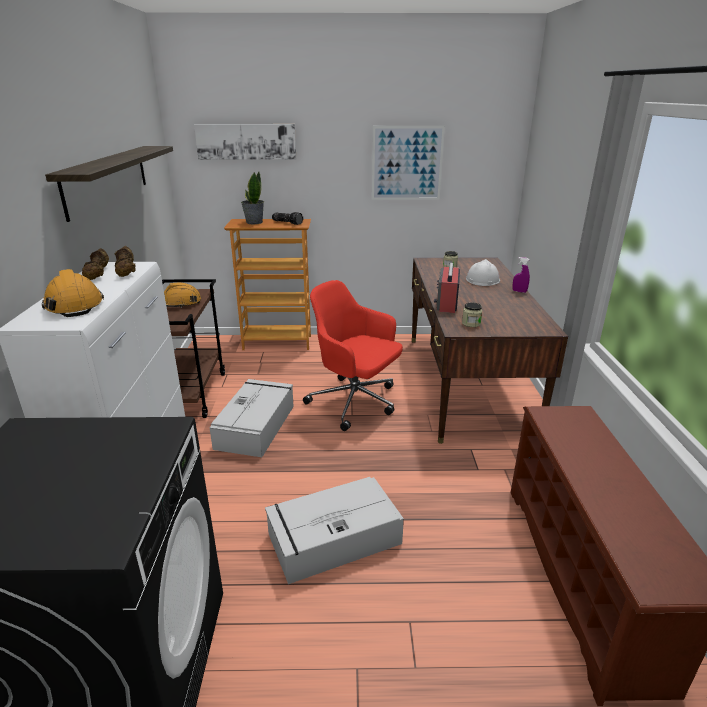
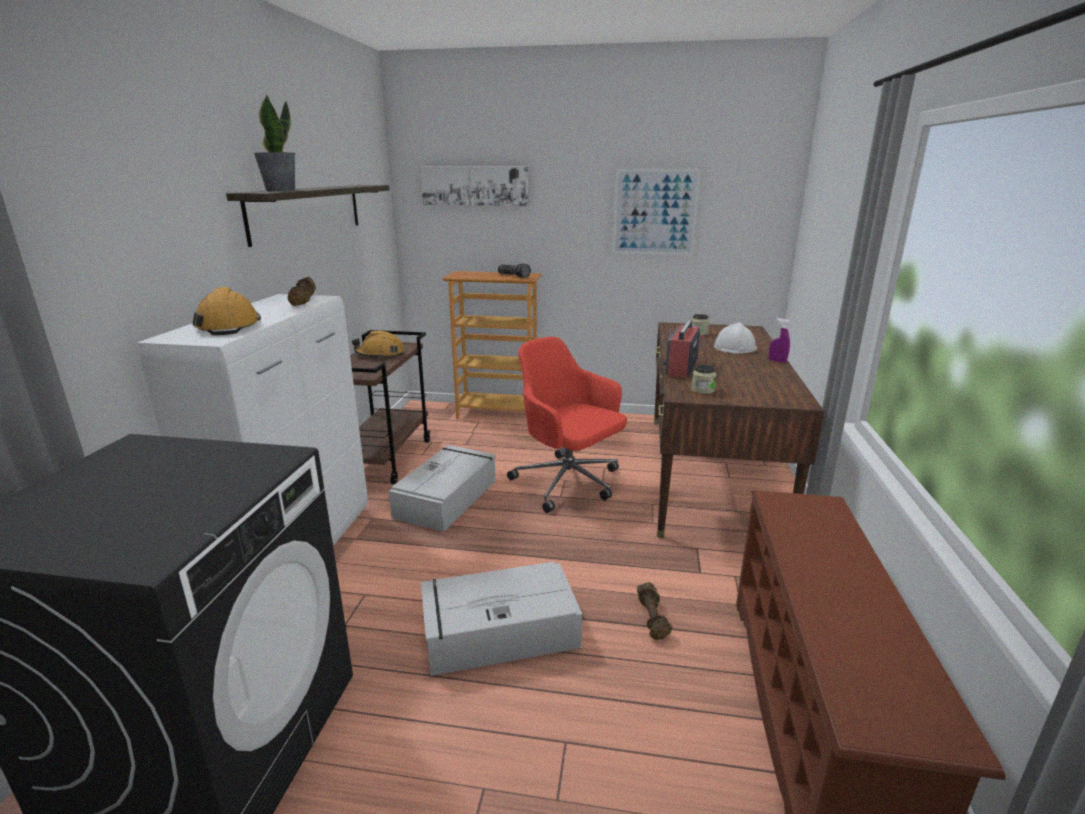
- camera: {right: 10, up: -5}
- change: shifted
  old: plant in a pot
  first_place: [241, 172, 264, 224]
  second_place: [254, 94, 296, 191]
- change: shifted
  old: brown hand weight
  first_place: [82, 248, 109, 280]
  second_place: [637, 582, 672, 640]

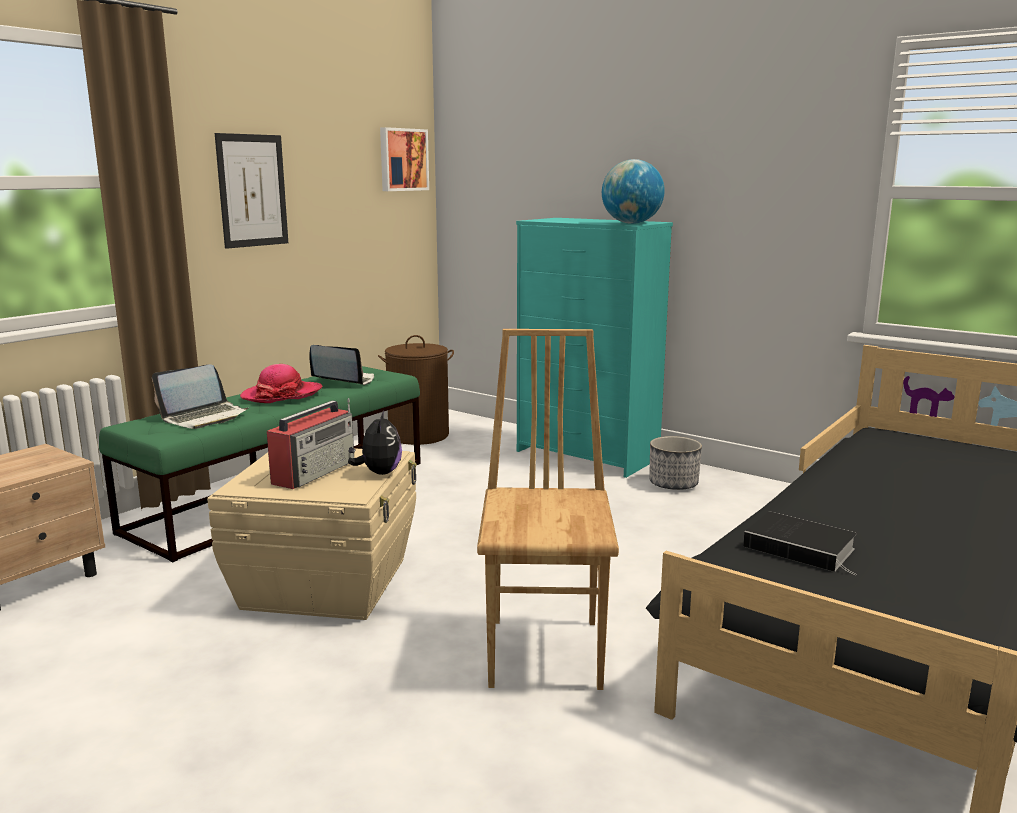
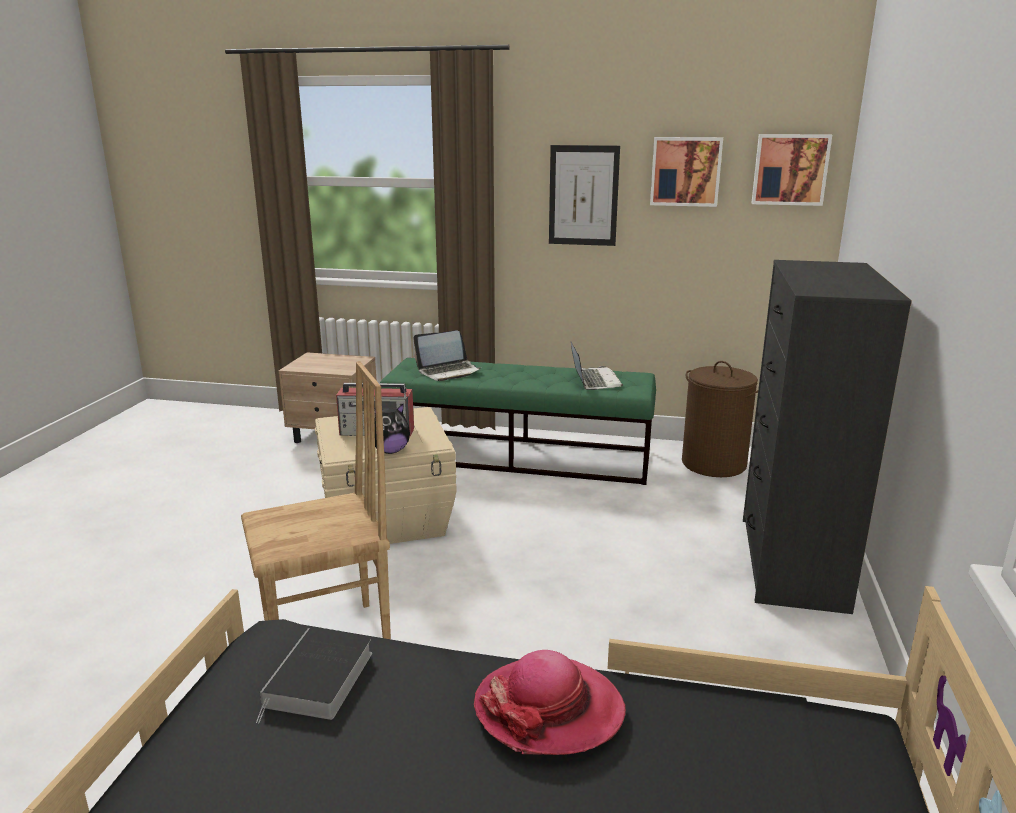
- camera: {right: 65, up: 5}
- change: gone
  old: desk globe
  first_place: [602, 159, 665, 224]
- change: repainted
  old: blue-green dresser
  new: black-coloured dresser
  first_place: [516, 218, 673, 478]
  second_place: [743, 260, 912, 614]
- change: rotated
  old: portable computer
  first_place: [152, 364, 248, 429]
  second_place: [414, 330, 481, 381]
  degrees: -45
- change: shifted
  old: wearable hat
  first_place: [240, 364, 323, 403]
  second_place: [474, 650, 626, 755]
- change: gone
  old: planter
  first_place: [649, 436, 702, 490]
- change: new
  new: wall picture
  second_place: [650, 137, 723, 207]

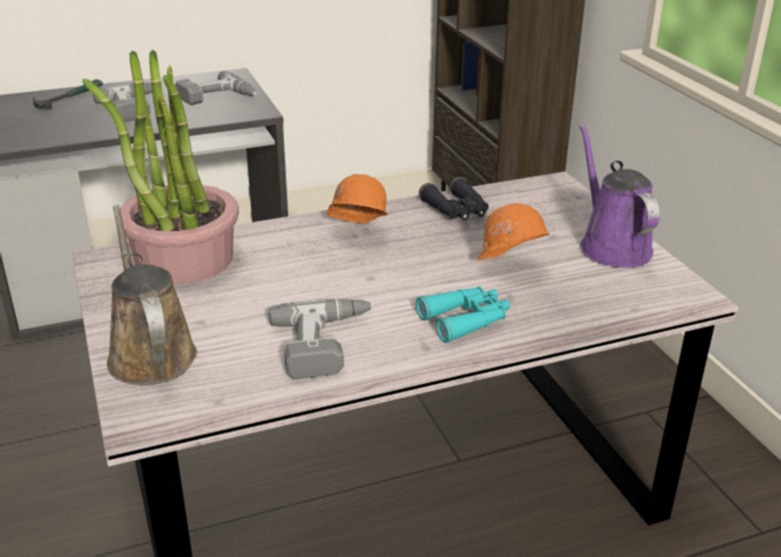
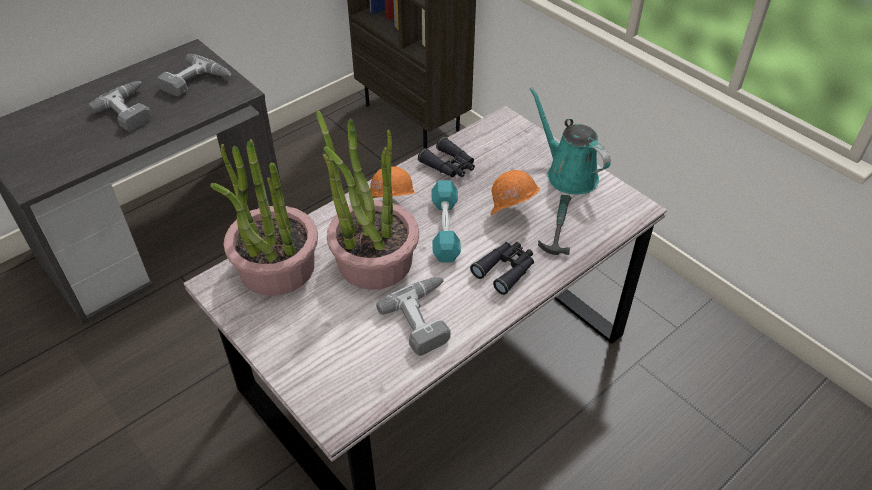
- camera: {right: -20, up: 15}
- change: shifted
  old: hand hammer
  first_place: [33, 79, 103, 110]
  second_place: [538, 195, 572, 255]
- change: repainted
  old: purple-coloured watering can
  new: blue-green watering can
  first_place: [580, 124, 660, 268]
  second_place: [530, 87, 611, 195]
- change: gone
  old: brown watering can
  first_place: [107, 205, 197, 385]
- change: repainted
  old: blue-green binoculars
  new: black-coloured binoculars
  first_place: [416, 286, 510, 343]
  second_place: [470, 242, 534, 295]
- change: new
  new: plant in a pot
  second_place: [316, 110, 419, 290]
- change: new
  new: blue-green hand weight
  second_place: [431, 180, 461, 263]

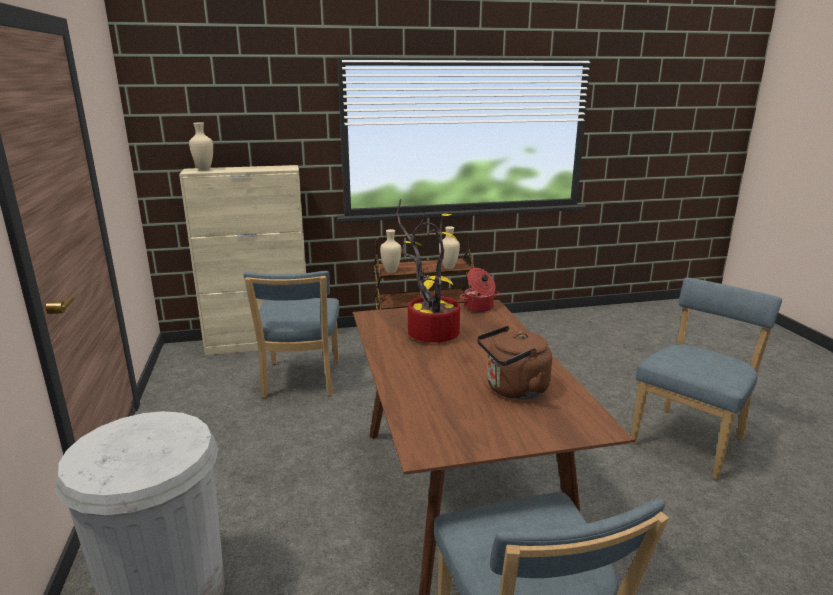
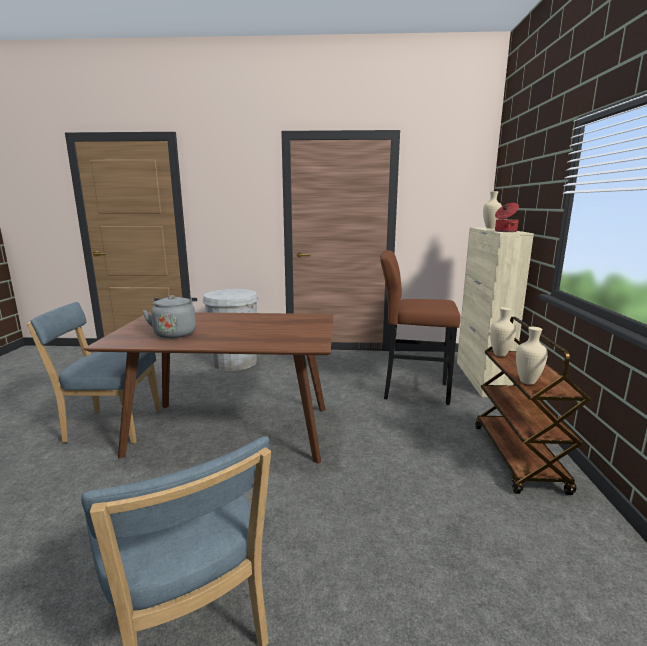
- camera: {right: 105, up: -5}
- change: gone
  old: plant in a pot
  first_place: [396, 199, 460, 343]
- change: shifted
  old: cooking pot
  first_place: [460, 268, 499, 312]
  second_place: [495, 203, 519, 232]
- change: swapped
  old: blue upright chair
  new: brown stool seat
  first_place: [243, 271, 339, 398]
  second_place: [380, 250, 461, 405]
- change: repainted
  old: brown water kettle
  new: gray water kettle
  first_place: [477, 326, 552, 400]
  second_place: [142, 295, 197, 338]

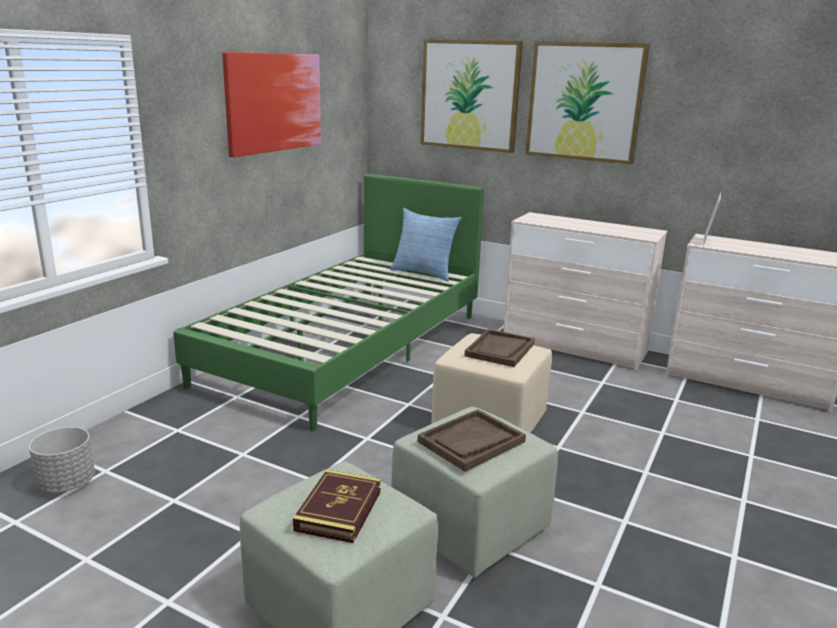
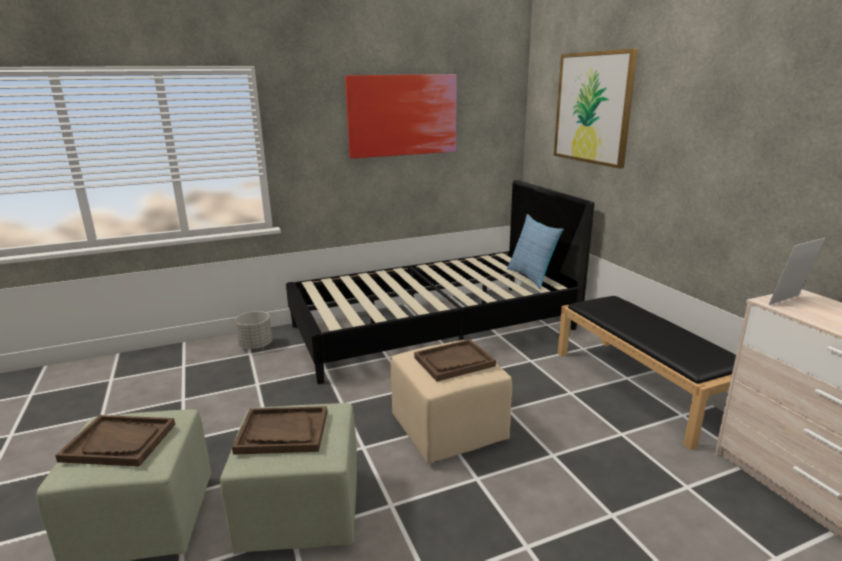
- camera: {right: 40, up: 0}
- change: gone
  old: wall picture
  first_place: [525, 41, 650, 165]
- change: repainted
  old: green-coloured bedroom bed
  new: black-coloured bedroom bed
  first_place: [173, 173, 484, 431]
  second_place: [286, 180, 594, 384]
- change: swapped
  old: beige-coloured dresser
  new: black-coloured long seat
  first_place: [503, 212, 667, 370]
  second_place: [558, 296, 736, 450]
- change: shifted
  old: gray planter
  first_place: [29, 427, 95, 493]
  second_place: [235, 311, 272, 349]
- change: swapped
  old: book
  new: brown tray
  first_place: [293, 470, 381, 543]
  second_place: [55, 415, 175, 467]

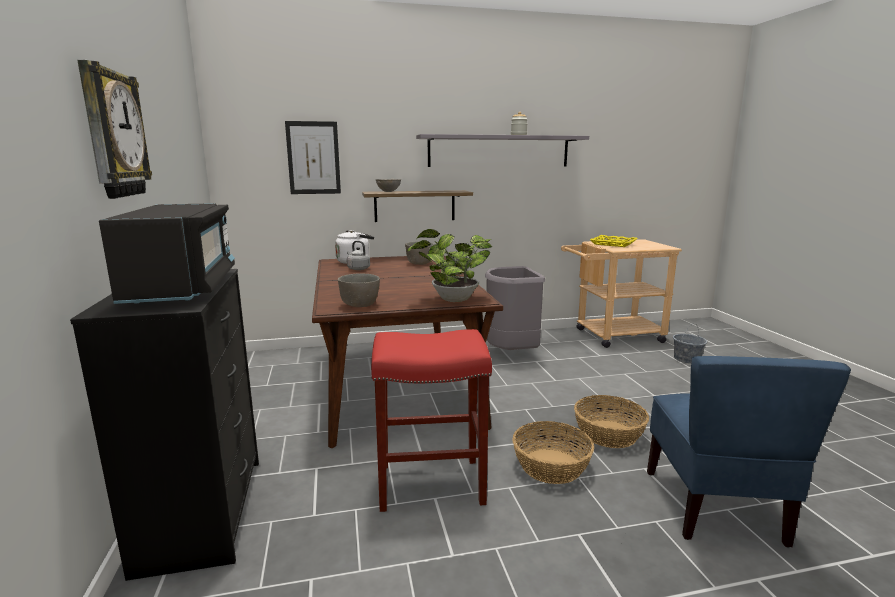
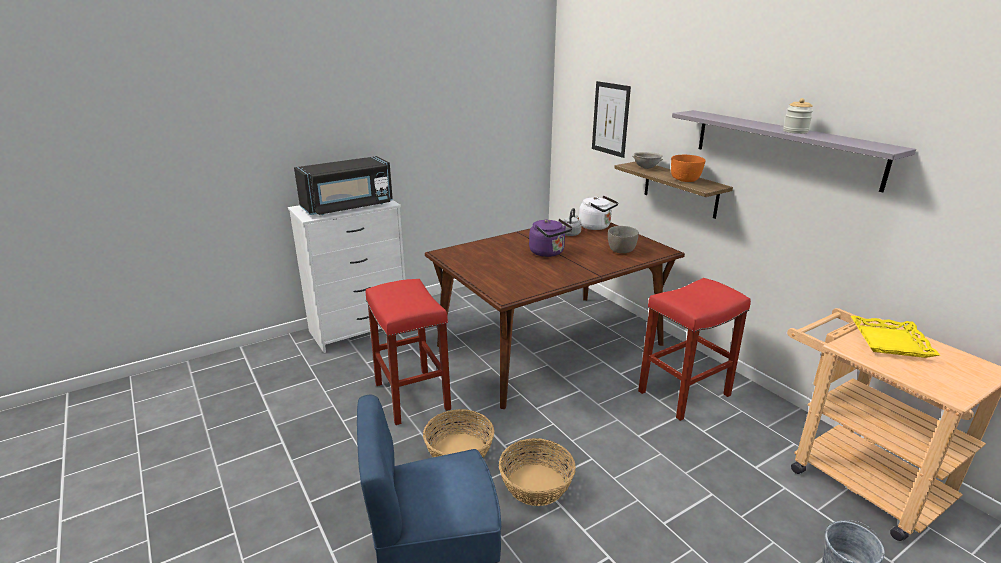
- camera: {right: 70, up: 10}
- change: gone
  old: wall clock
  first_place: [77, 60, 152, 199]
- change: gone
  old: plant in a pot
  first_place: [407, 229, 492, 302]
- change: swapped
  old: gray trash can
  new: red stool seat
  first_place: [485, 266, 545, 350]
  second_place: [638, 278, 751, 421]
- change: repainted
  old: black-coloured dresser
  new: white dresser
  first_place: [70, 269, 259, 581]
  second_place: [288, 200, 405, 353]
- change: gone
  old: gray serving bowl
  first_place: [338, 273, 380, 307]
- change: new
  new: orangey serving bowl
  second_place: [671, 155, 705, 182]
- change: new
  new: purple-coloured water kettle
  second_place: [529, 219, 573, 257]

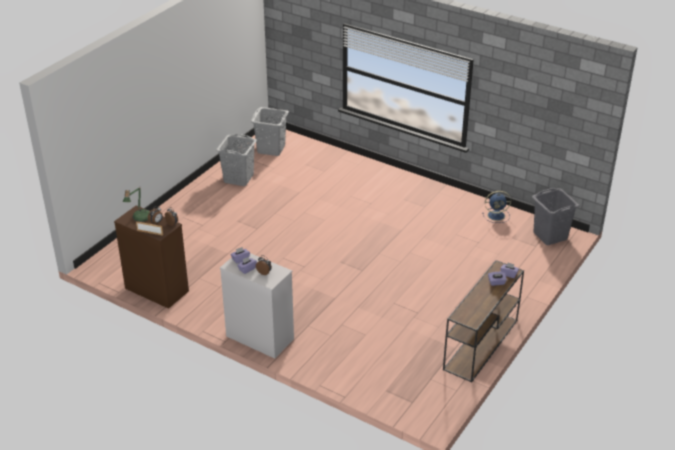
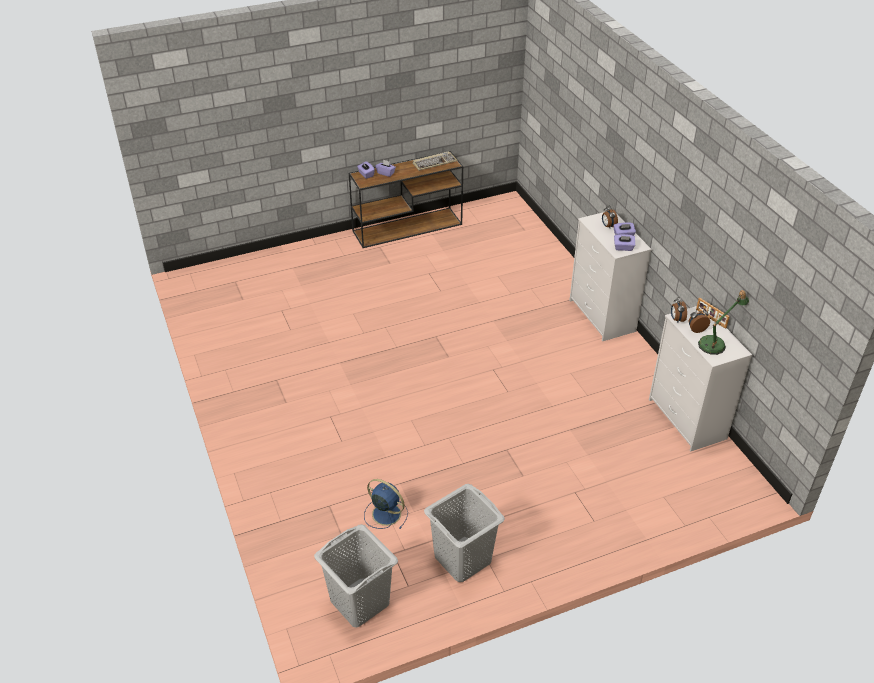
- camera: {right: -145, up: 5}
- change: gone
  old: gray laundry basket
  first_place: [532, 188, 580, 245]
- change: shifted
  old: blue fan
  first_place: [482, 191, 511, 223]
  second_place: [364, 479, 408, 529]
- change: repainted
  old: brown dresser
  new: white dresser
  first_place: [114, 205, 189, 309]
  second_place: [649, 306, 752, 451]
- change: new
  new: keyboard
  second_place: [413, 151, 458, 171]

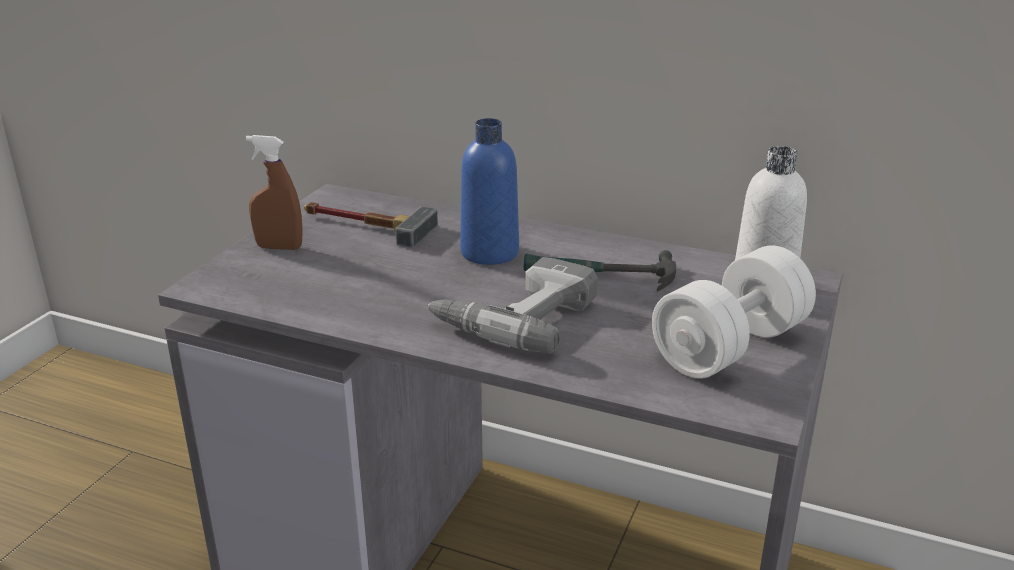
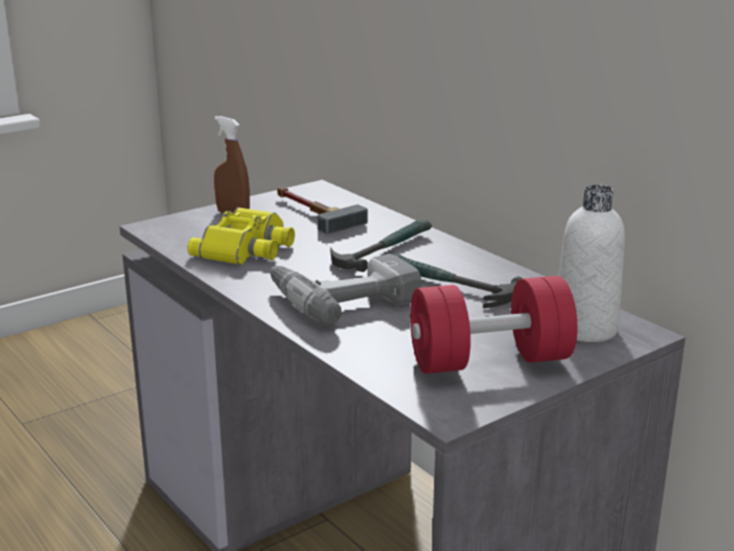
- camera: {right: 30, up: -5}
- change: swapped
  old: blue bottle
  new: hand hammer
  first_place: [460, 118, 519, 265]
  second_place: [330, 219, 432, 272]
- change: repainted
  old: white hand weight
  new: red hand weight
  first_place: [652, 245, 816, 379]
  second_place: [410, 276, 577, 374]
- change: new
  new: yellow-coloured binoculars
  second_place: [187, 207, 295, 265]

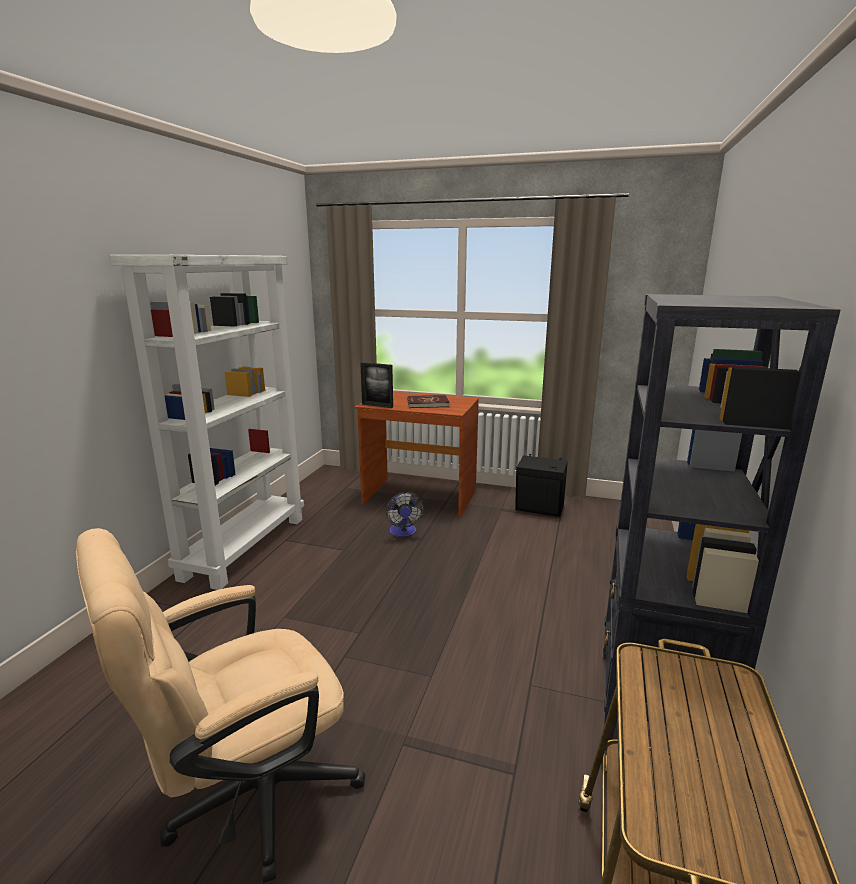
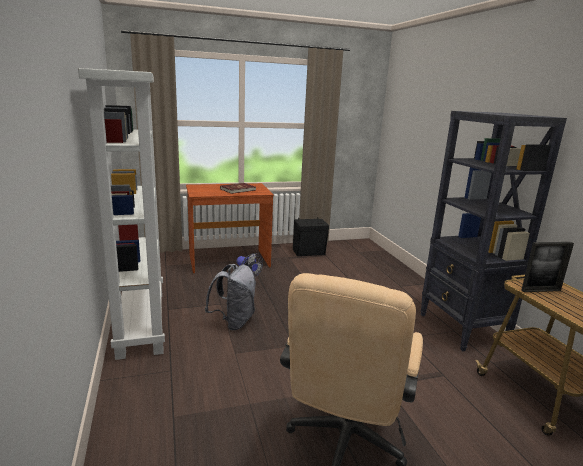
- camera: {right: -35, up: 0}
- change: shifted
  old: picture frame
  first_place: [360, 362, 393, 408]
  second_place: [521, 242, 574, 292]
- change: new
  new: gray backpack
  second_place: [205, 264, 256, 330]

